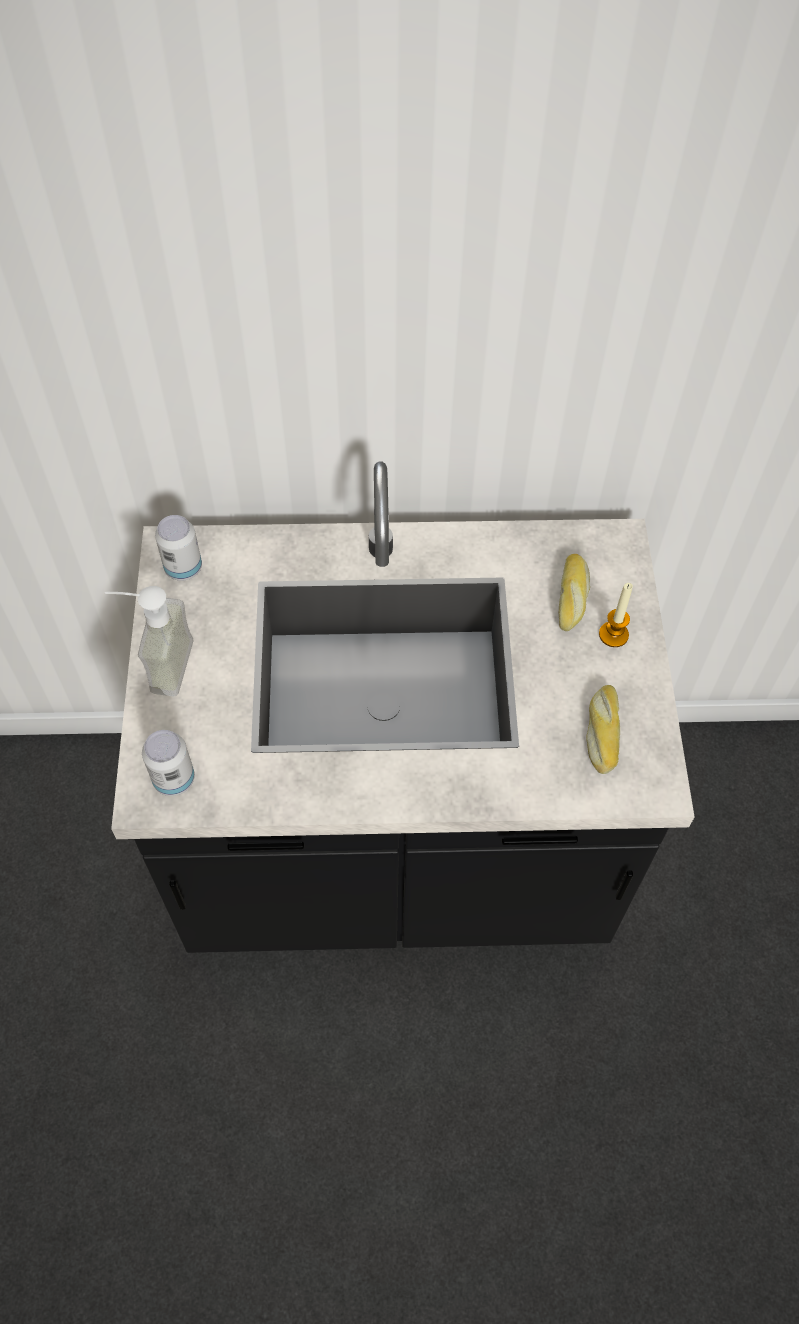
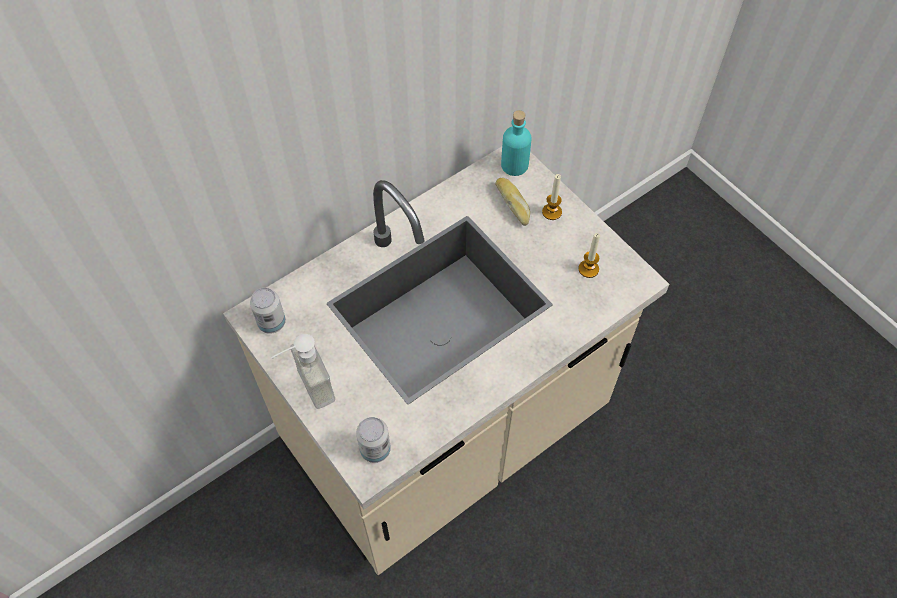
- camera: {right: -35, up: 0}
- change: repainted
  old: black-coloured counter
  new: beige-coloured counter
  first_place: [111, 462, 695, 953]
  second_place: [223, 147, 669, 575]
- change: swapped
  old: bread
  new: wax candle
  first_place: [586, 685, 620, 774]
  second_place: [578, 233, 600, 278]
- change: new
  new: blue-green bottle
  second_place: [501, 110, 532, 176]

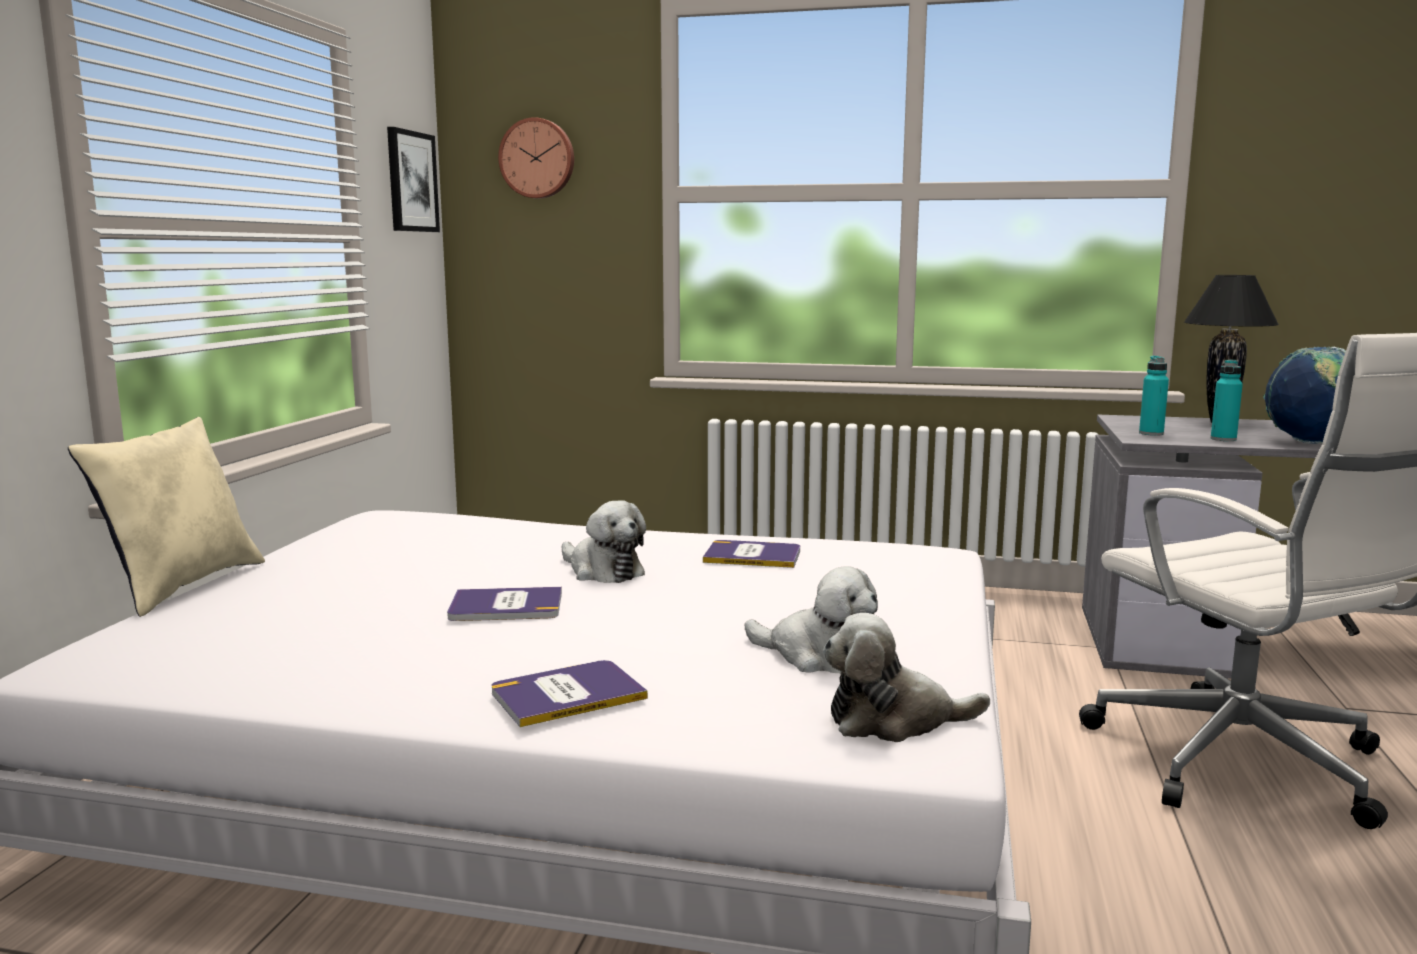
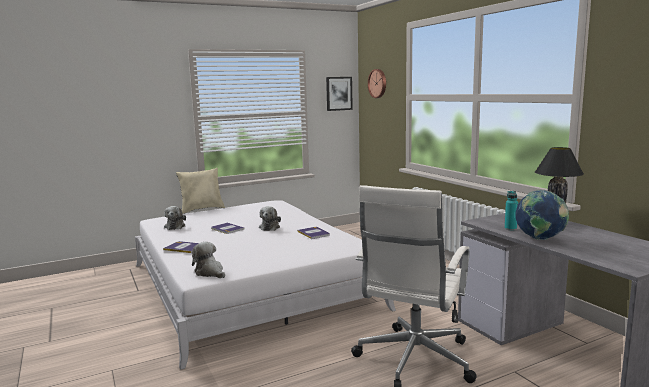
- camera: {right: 50, up: 0}
- change: gone
  old: blue-green bottle
  first_place: [1139, 356, 1169, 436]
- change: shifted
  old: cuddly toy
  first_place: [745, 566, 878, 674]
  second_place: [164, 206, 186, 230]

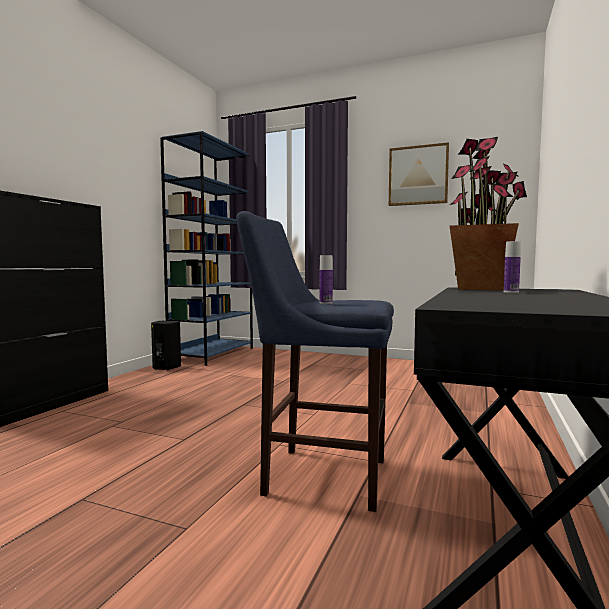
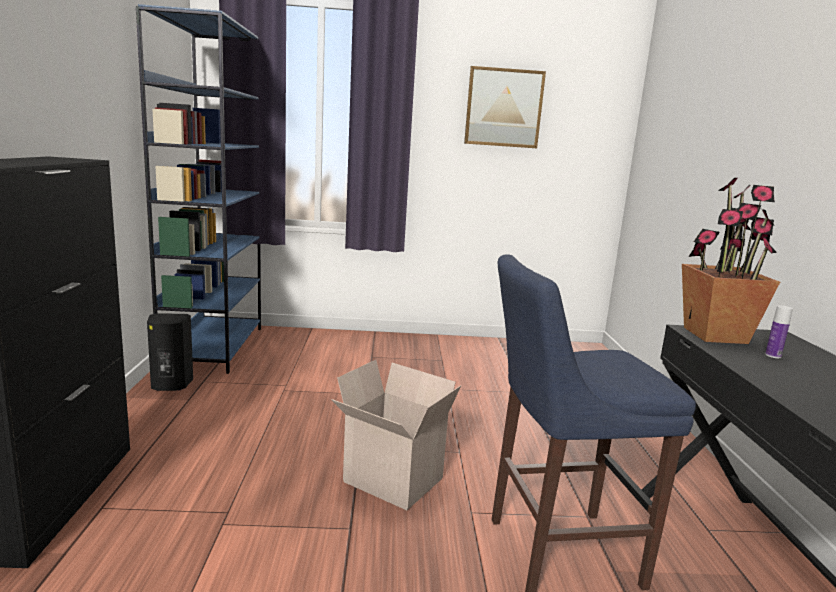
- camera: {right: -25, up: 10}
- change: gone
  old: bottle
  first_place: [319, 255, 333, 304]
- change: new
  new: carton
  second_place: [331, 360, 461, 510]

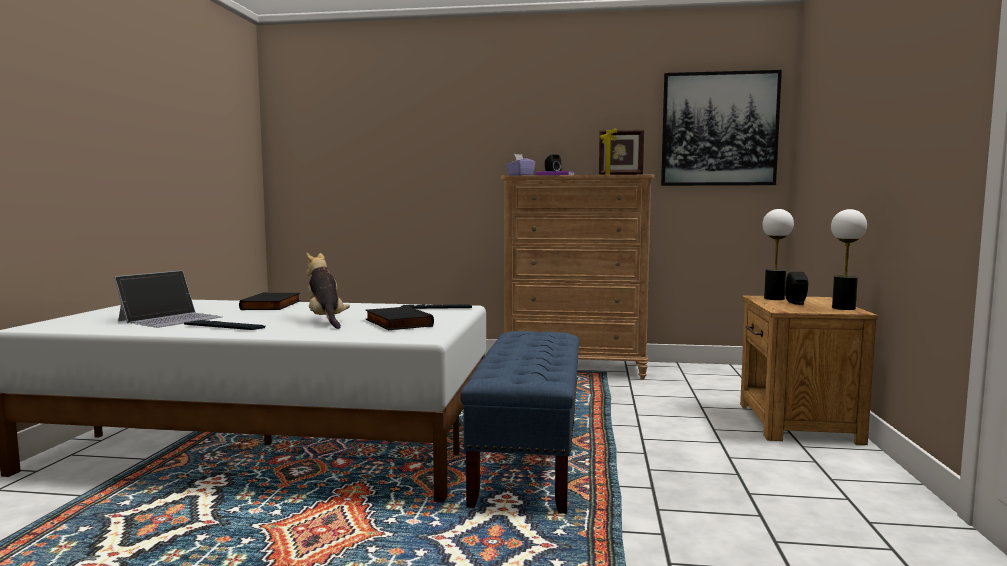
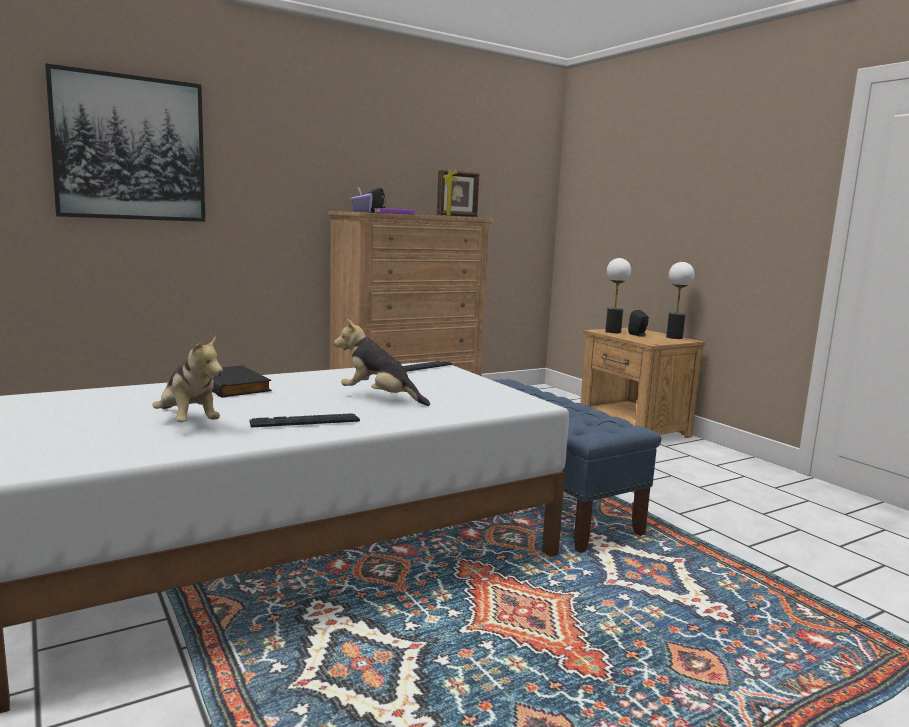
- camera: {right: -40, up: 5}
- change: shifted
  old: wall picture
  first_place: [661, 70, 782, 186]
  second_place: [45, 63, 205, 222]
- change: swapped
  old: portable computer
  new: cuddly toy
  first_place: [114, 270, 222, 328]
  second_place: [152, 336, 223, 422]
- change: gone
  old: black-coloured book
  first_place: [365, 306, 434, 330]

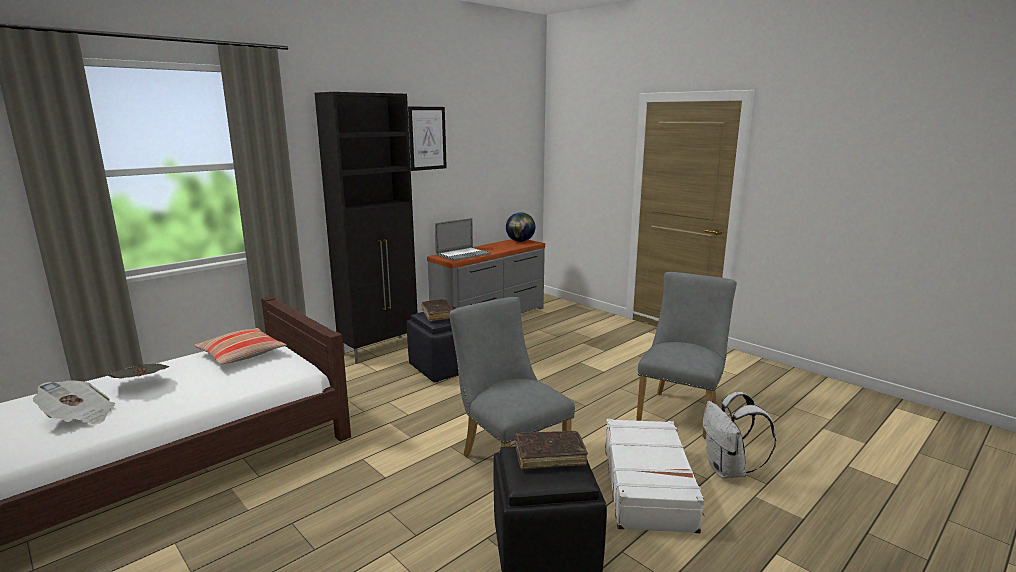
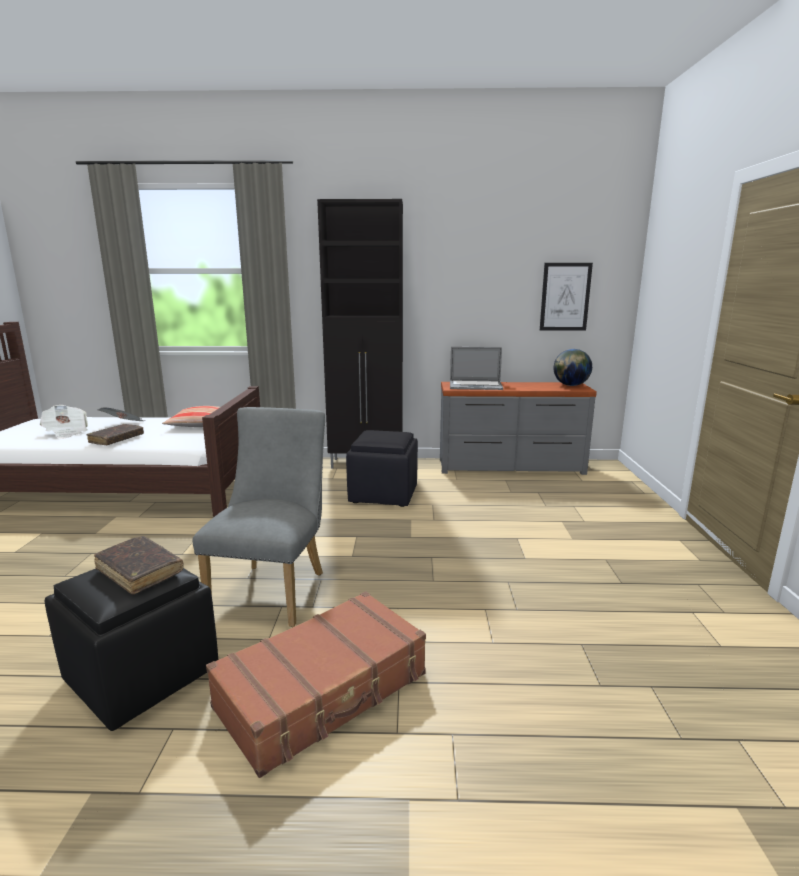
- camera: {right: 45, up: 0}
- change: shifted
  old: wall picture
  first_place: [408, 107, 447, 171]
  second_place: [540, 263, 593, 331]
- change: gone
  old: gray upright chair
  first_place: [636, 272, 737, 439]
- change: shifted
  old: brown book
  first_place: [422, 299, 453, 321]
  second_place: [87, 424, 144, 445]
- change: gone
  old: white backpack
  first_place: [703, 392, 776, 479]
- change: repainted
  old: white piece of luggage
  new: brown piece of luggage
  first_place: [605, 419, 705, 534]
  second_place: [206, 591, 426, 778]

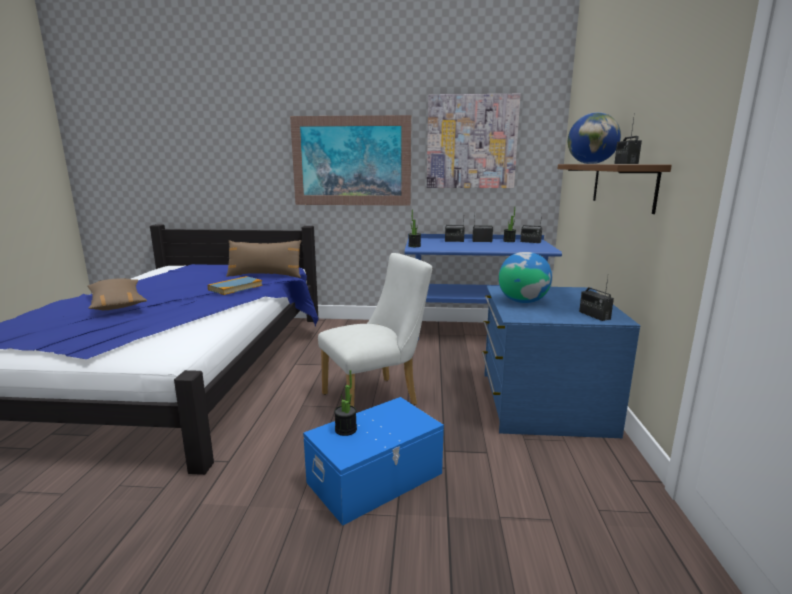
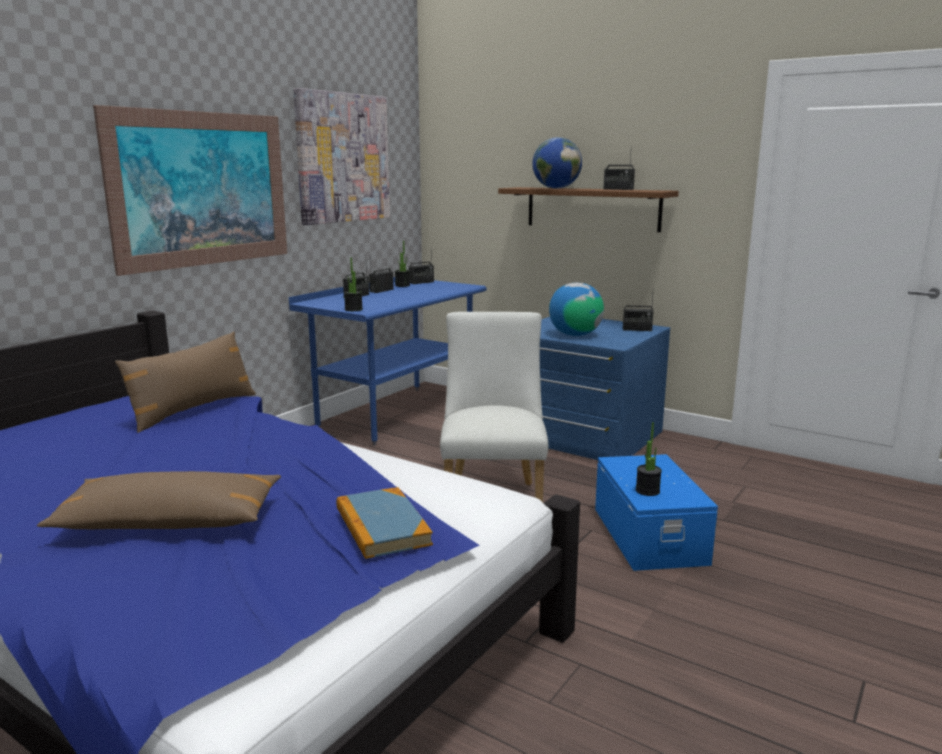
- camera: {right: -60, up: 0}
- change: shifted
  old: book
  first_place: [208, 276, 263, 295]
  second_place: [336, 487, 433, 559]

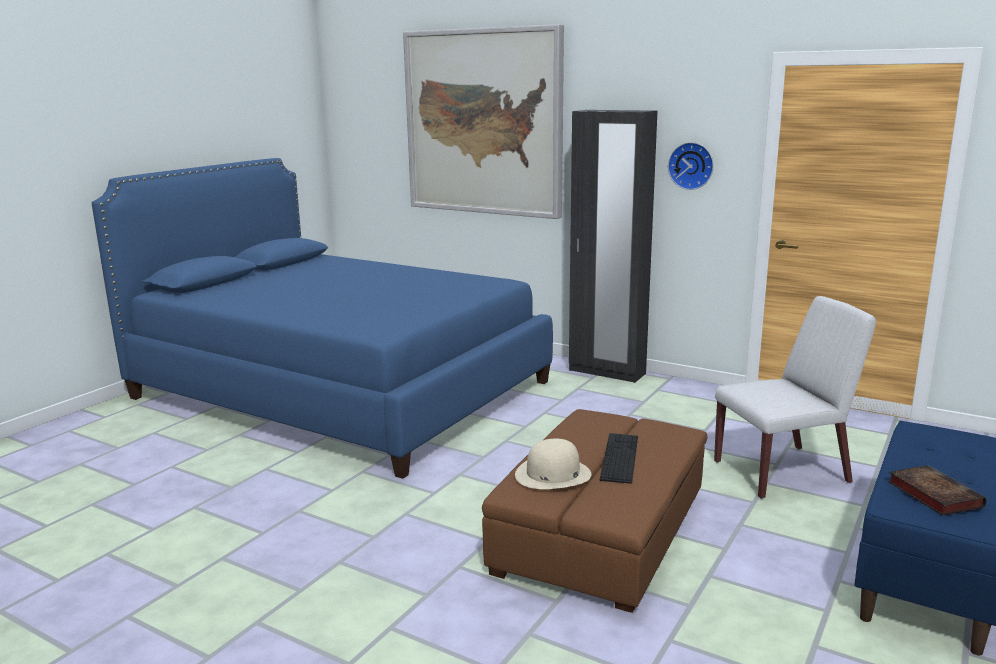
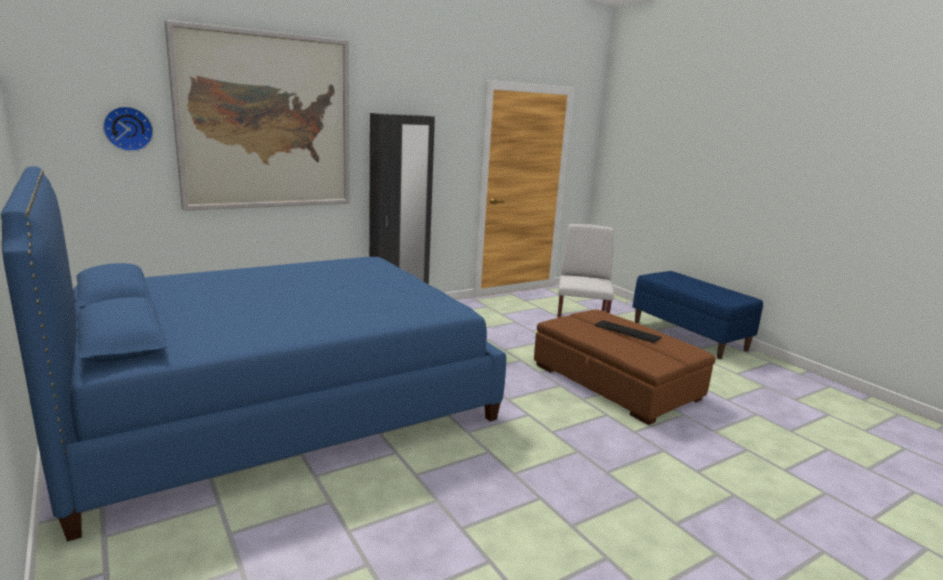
- camera: {right: -65, up: 0}
- change: shifted
  old: wall clock
  first_place: [668, 142, 714, 190]
  second_place: [103, 106, 153, 151]
- change: gone
  old: beige-coloured wearable hat
  first_place: [515, 439, 592, 489]
- change: gone
  old: book
  first_place: [888, 465, 986, 516]

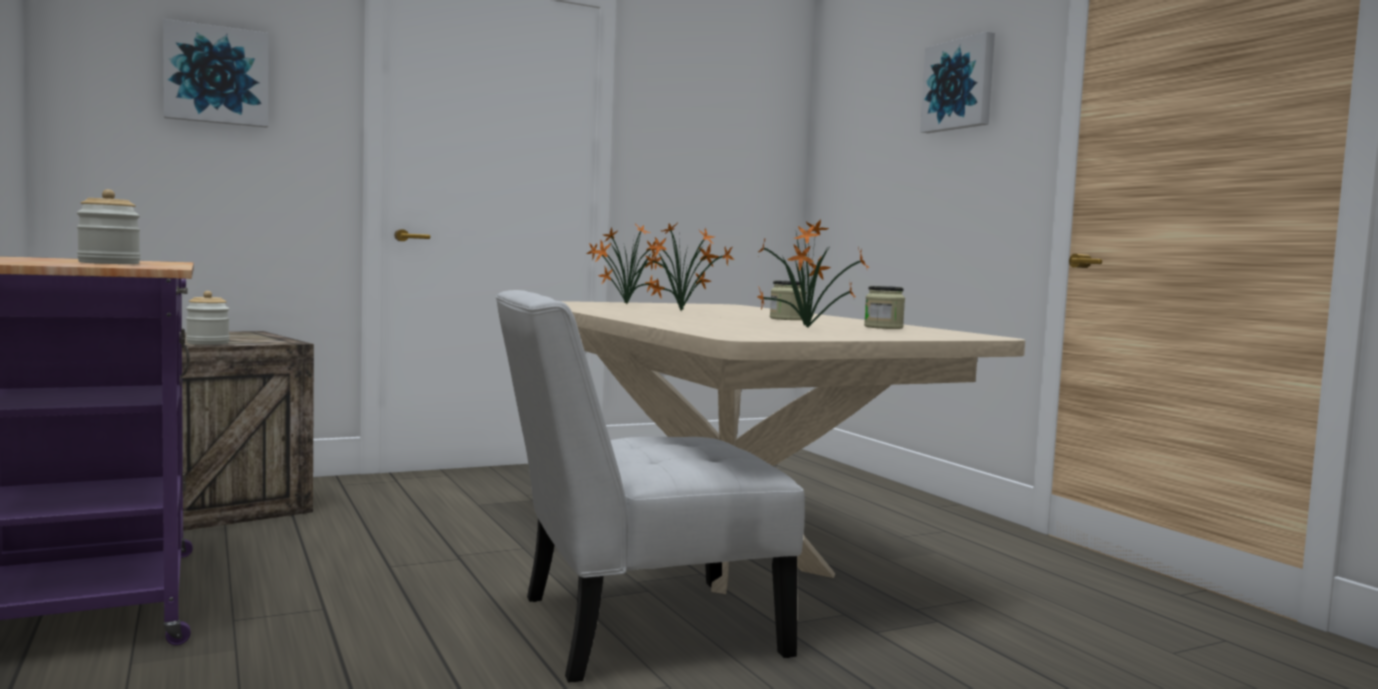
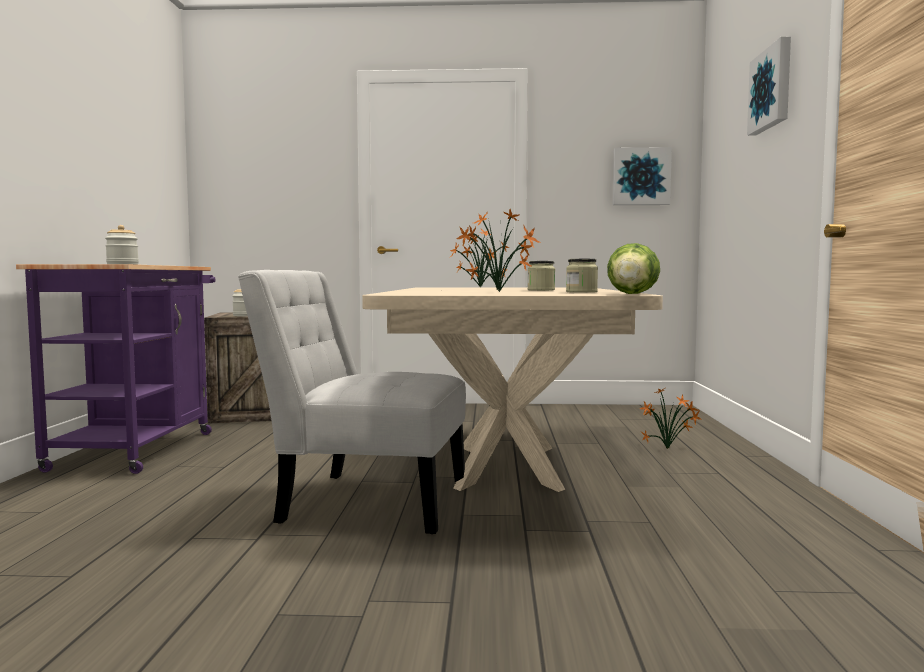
- camera: {right: 30, up: 0}
- change: shifted
  old: wall picture
  first_place: [163, 19, 268, 128]
  second_place: [613, 147, 672, 205]
- change: shifted
  old: plant in a pot
  first_place: [644, 222, 735, 311]
  second_place: [639, 387, 701, 449]
- change: new
  new: head of lettuce
  second_place: [607, 243, 660, 294]

